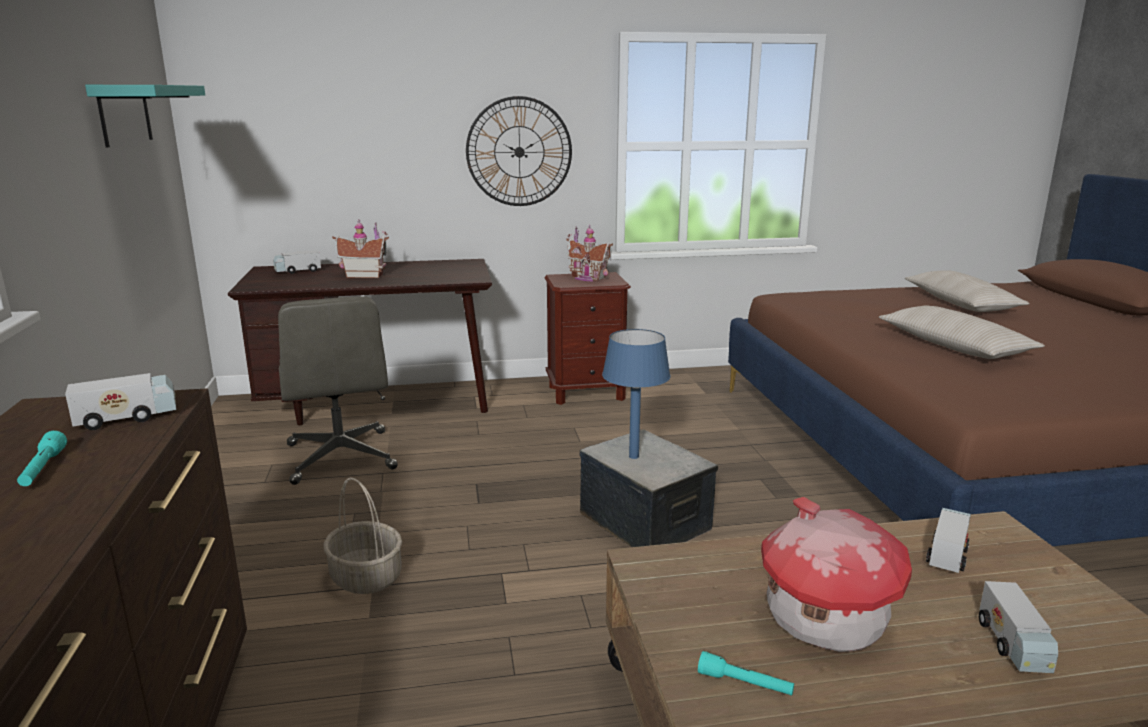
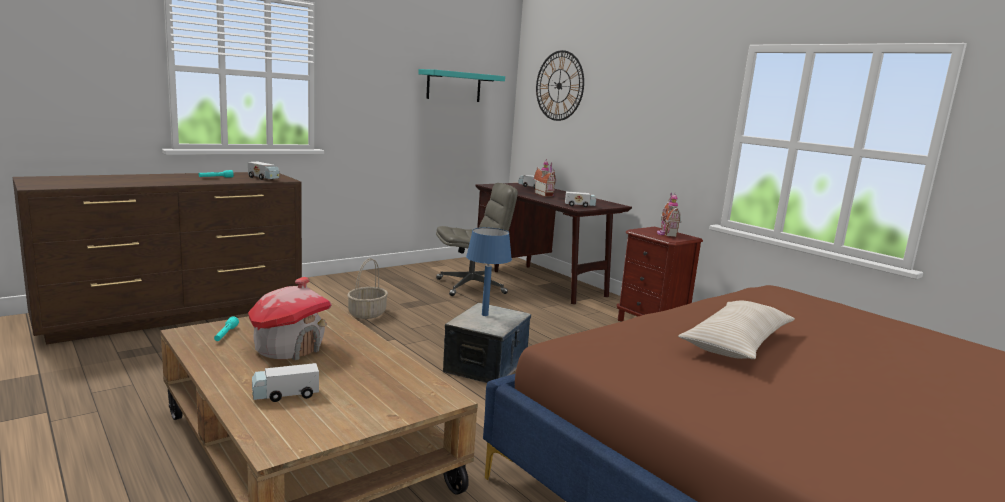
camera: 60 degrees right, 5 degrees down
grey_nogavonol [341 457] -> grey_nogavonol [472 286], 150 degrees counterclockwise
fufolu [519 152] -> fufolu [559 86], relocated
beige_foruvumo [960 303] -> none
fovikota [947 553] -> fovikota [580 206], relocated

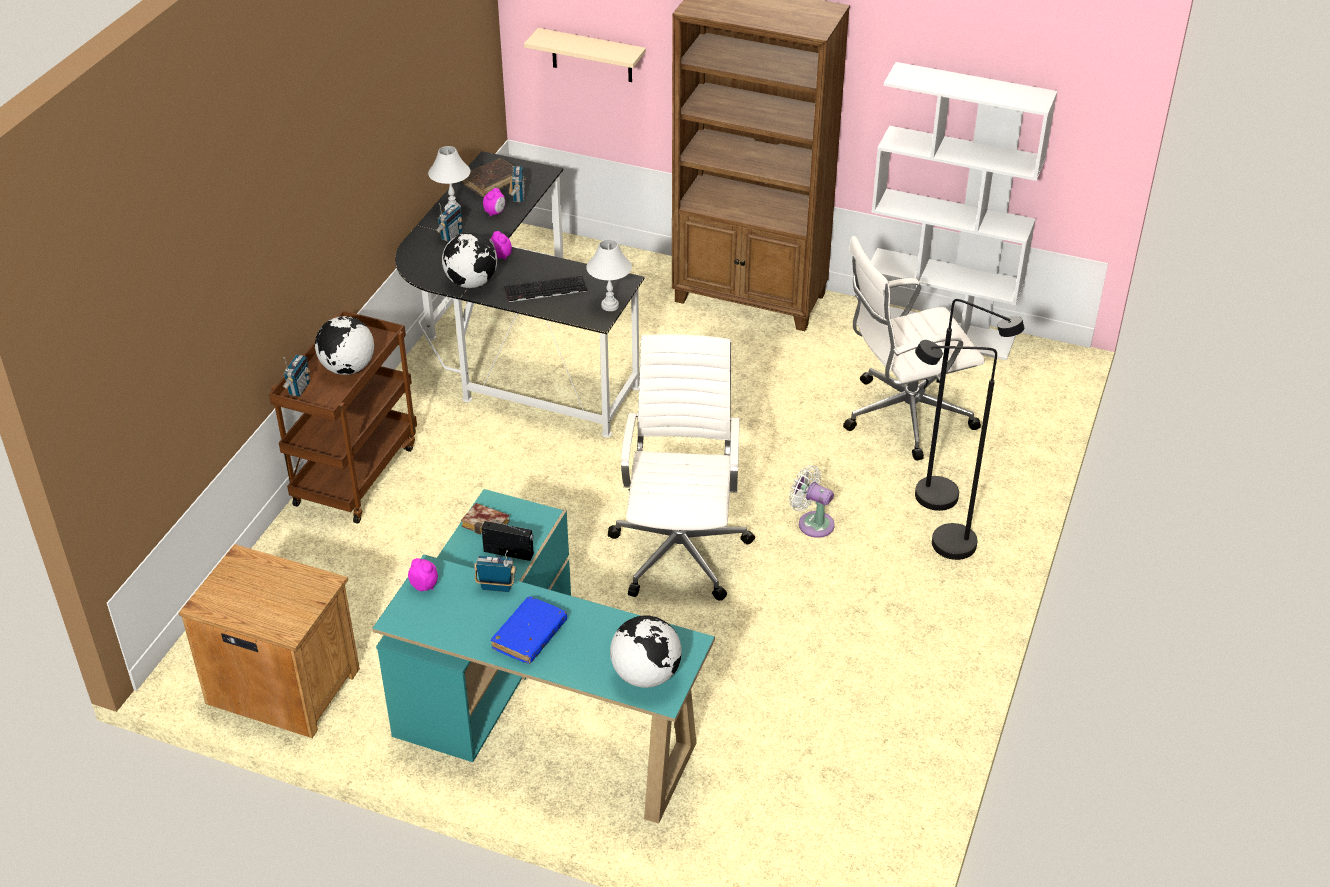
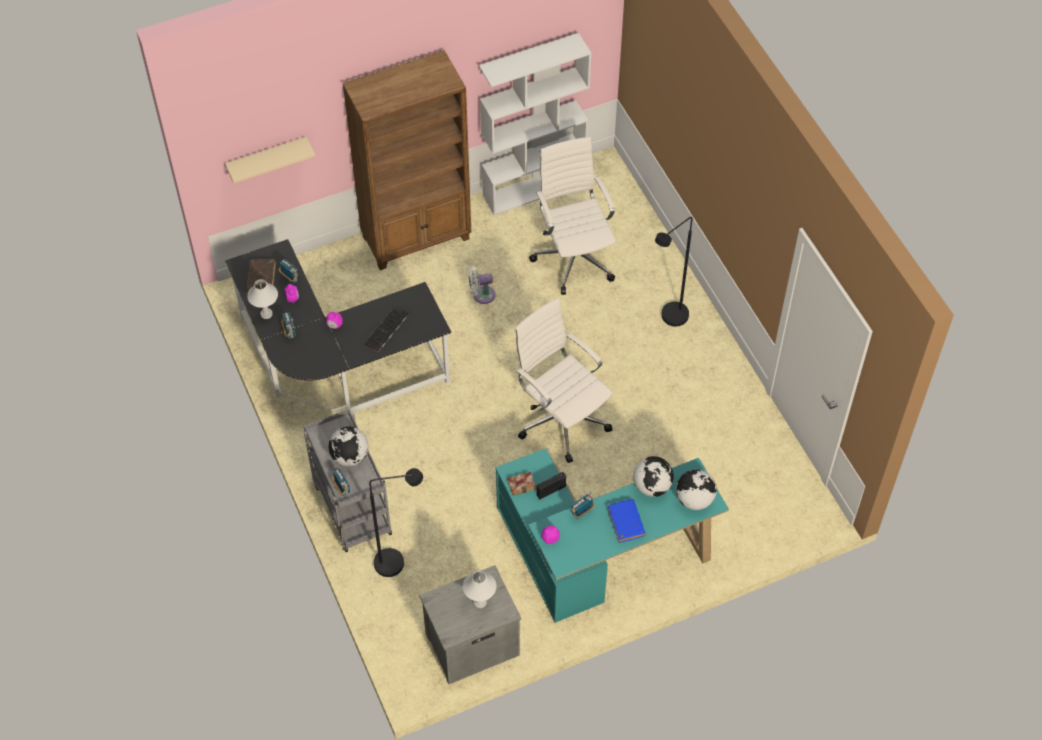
camera: 45 degrees left, 15 degrees up
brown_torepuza [282 684] -> grey_torepuza [470 643]
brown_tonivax [355 473] -> grey_tonivax [351 508]
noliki [472 283] -> noliki [652 486], relocated
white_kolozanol [610 305] -> white_kolozanol [480 602], relocated
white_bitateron [812 523] -> white_bitateron [481 295], relocated
white_nogavonol [903 416] -> white_nogavonol [574 257], 135 degrees clockwise
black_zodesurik [947 501] -> black_zodesurik [397 562], relocated

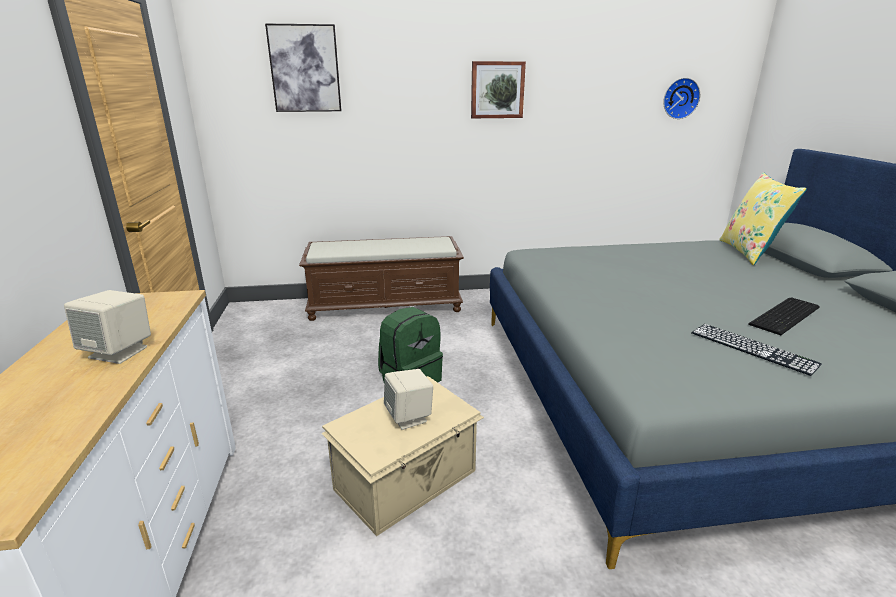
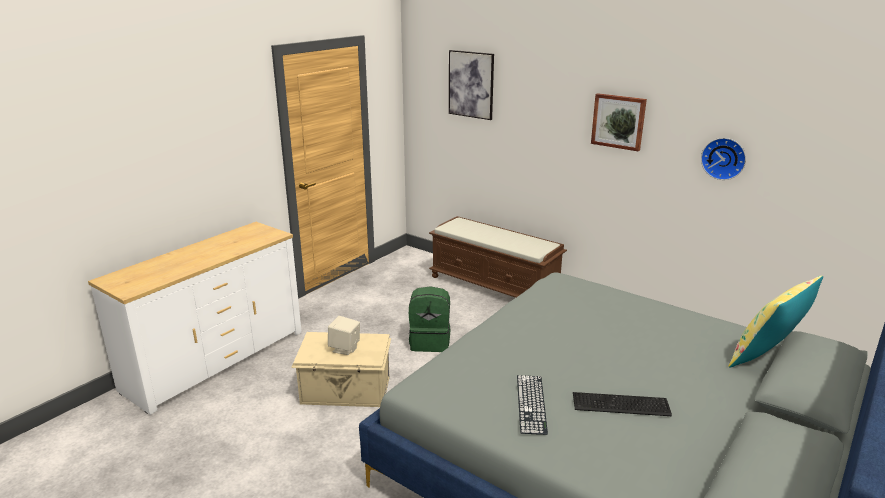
camera: 45 degrees right, 0 degrees up
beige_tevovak [119 352] -> none
fufolu [680 98] -> fufolu [724 158], relocated

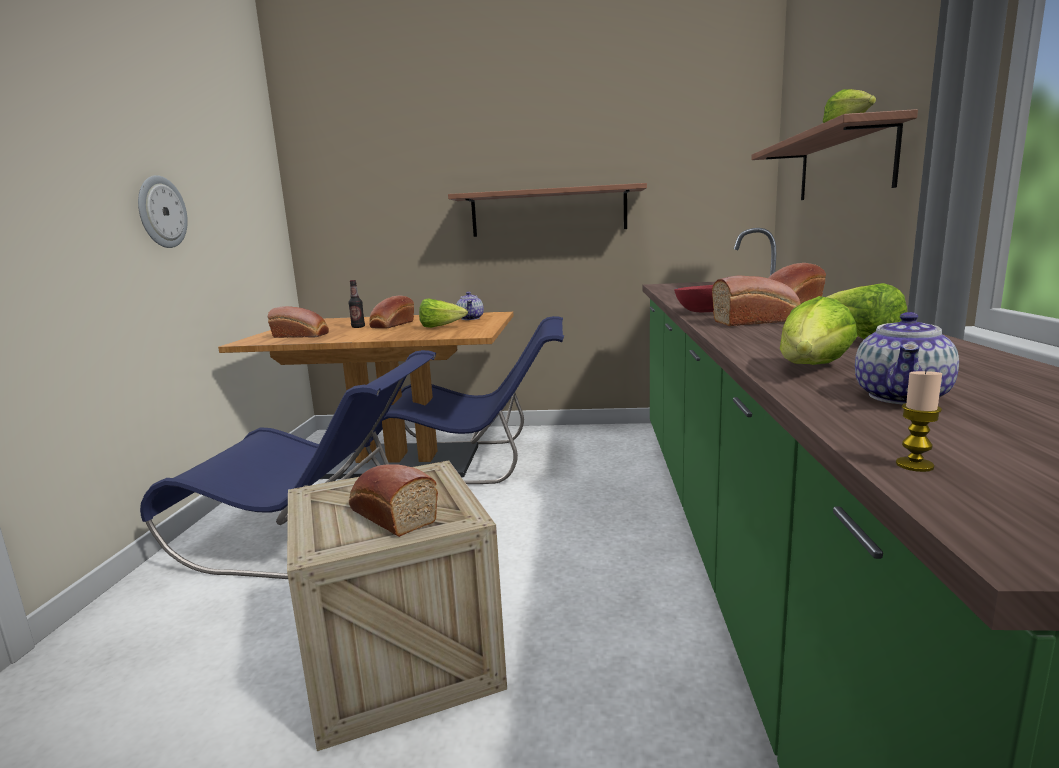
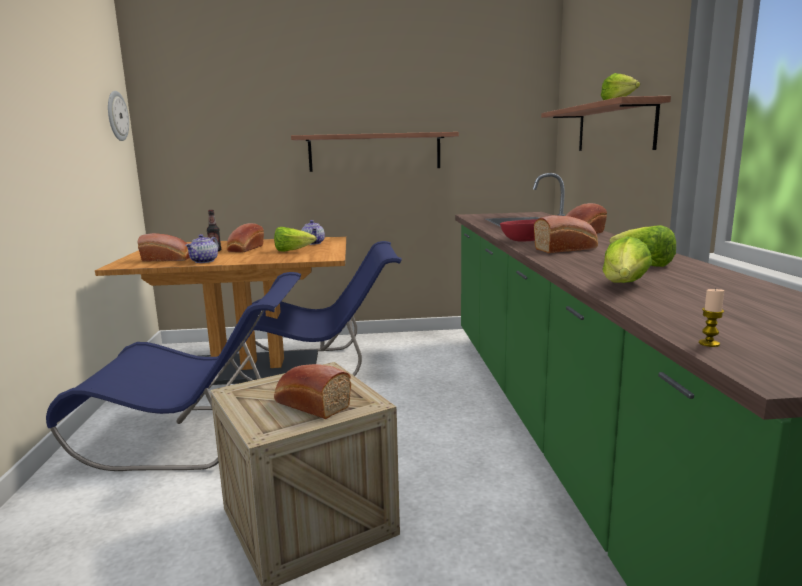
camera: 10 degrees left, 0 degrees up
fufolu [161 212] -> fufolu [116 116], relocated
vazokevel [903 397] -> vazokevel [204 261], relocated

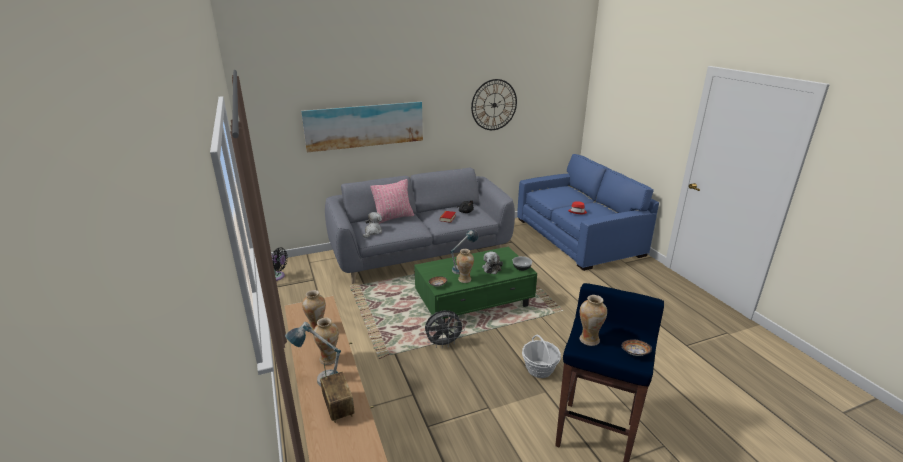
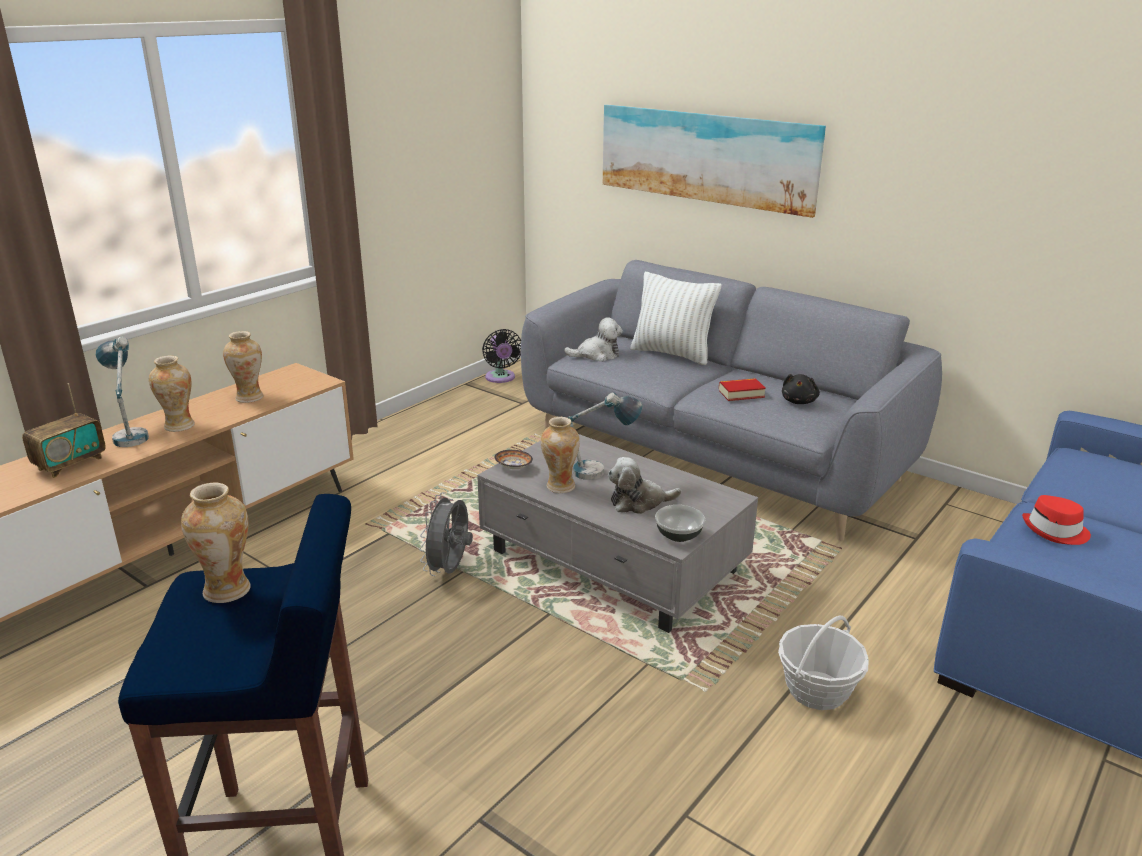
camera: 60 degrees right, 0 degrees up
pink_foruvumo [393 218] -> white_foruvumo [672 354]
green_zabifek [475 302] -> grey_zabifek [614 563]
grey_bitateron [443 344] -> grey_bitateron [450 570], 60 degrees clockwise
fufolu [494 105] -> none
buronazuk [539 369] -> buronazuk [817 690], relocated
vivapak [636 353] -> none

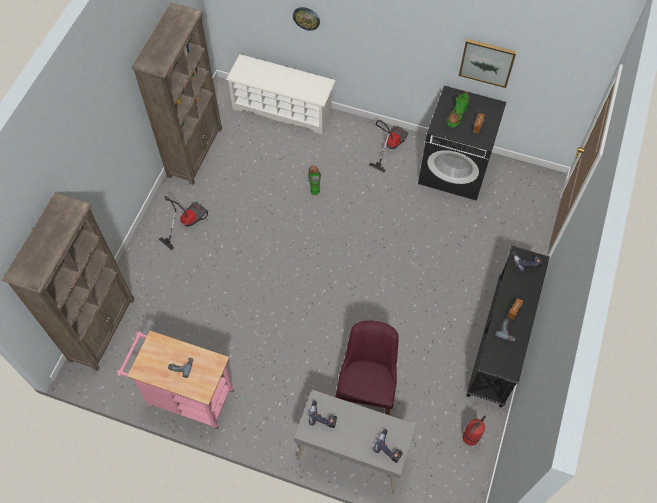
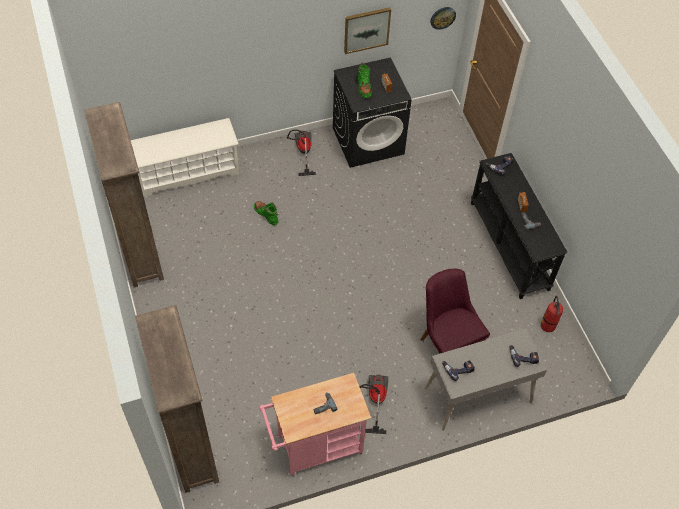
camera: 40 degrees left, 5 degrees down
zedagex [186 222] -> zedagex [374 400], relocated
fufolu [306 18] -> fufolu [442 17], relocated

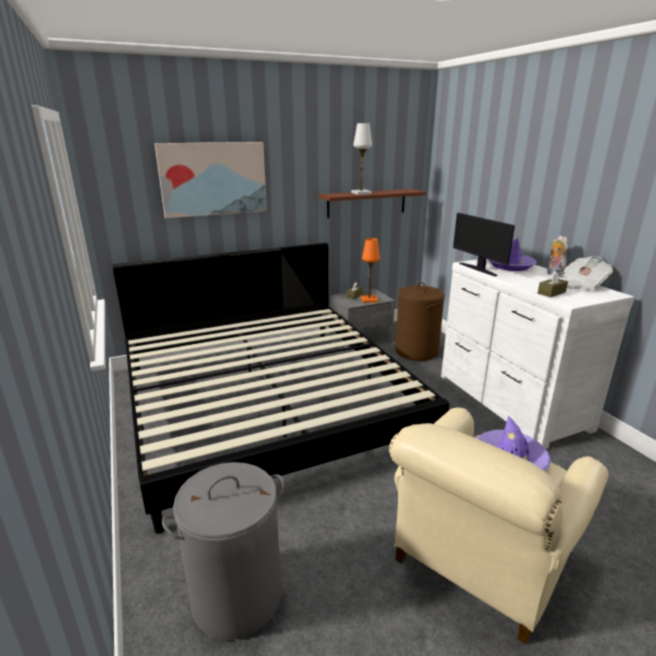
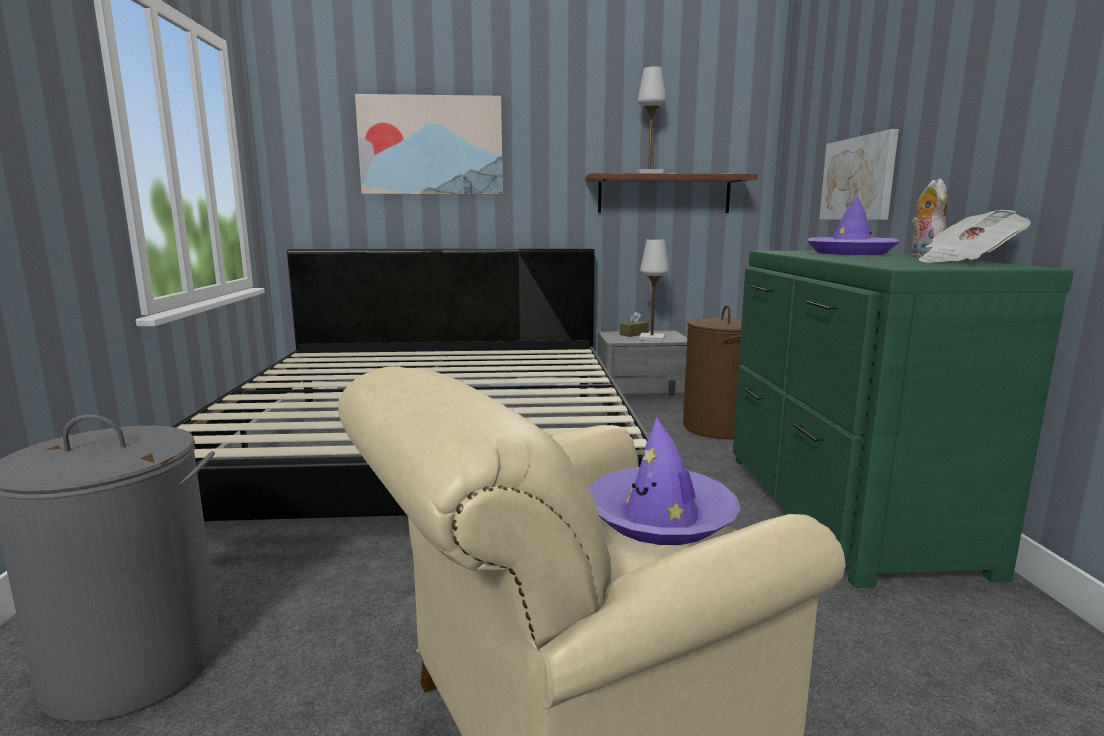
camera: 20 degrees right, 10 degrees down
orange_kolozanol [369 300] -> white_kolozanol [651 339]
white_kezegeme [509 402] -> green_kezegeme [841 509]
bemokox [478 269] -> none
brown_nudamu [551 293] -> none
none -> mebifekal [858 179]

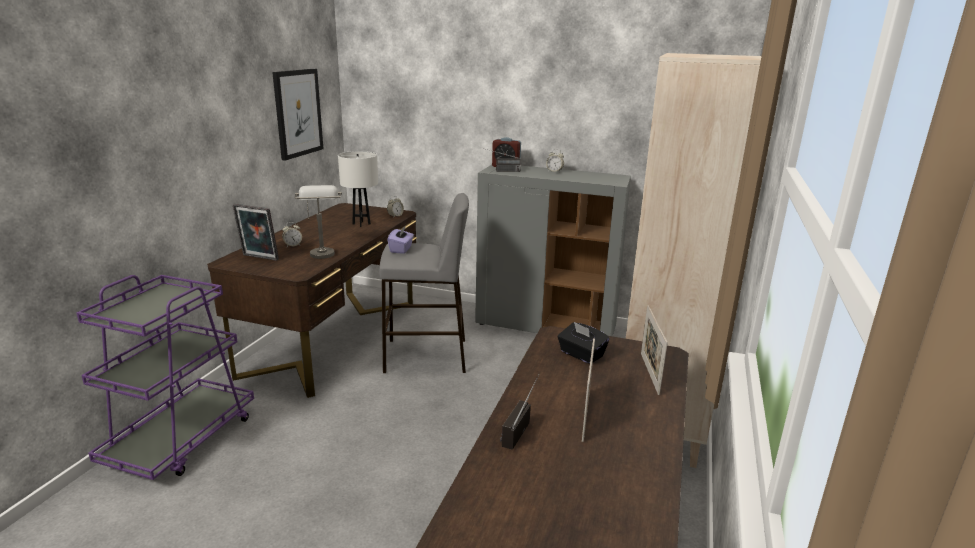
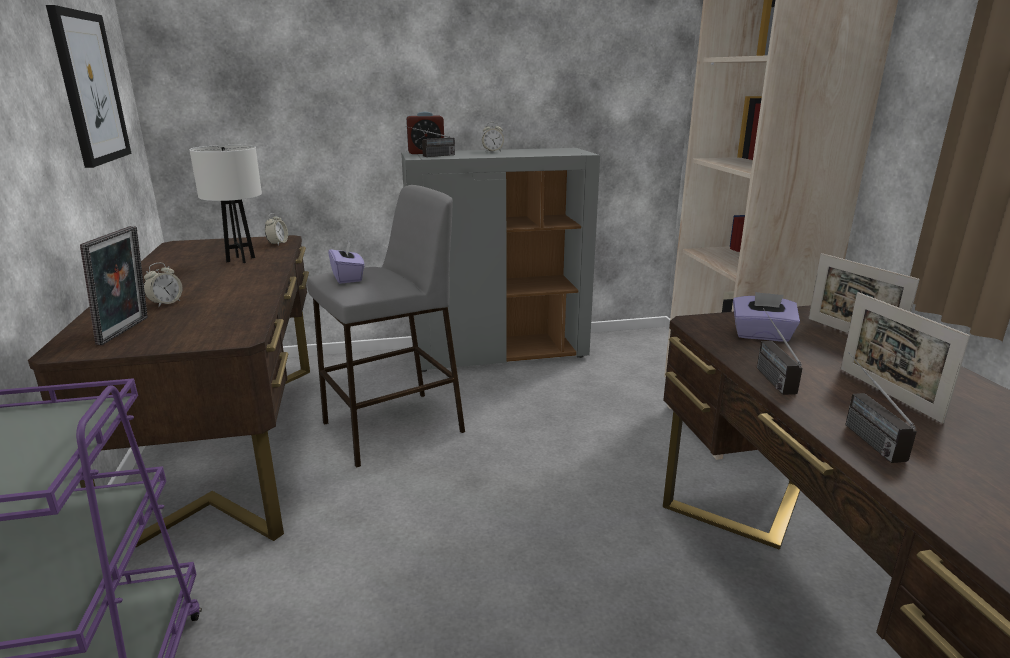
camera: 30 degrees left, 0 degrees up
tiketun [259 258] -> tiketun [127 330], 75 degrees counterclockwise
grey_kolozanol [322 251] -> none
black_nudamu [581 354] -> purple_nudamu [761 335]
none -> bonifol [767 373]

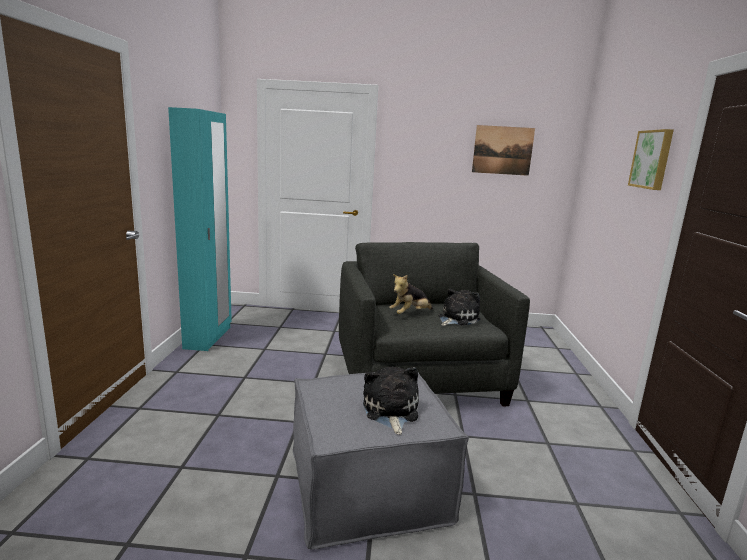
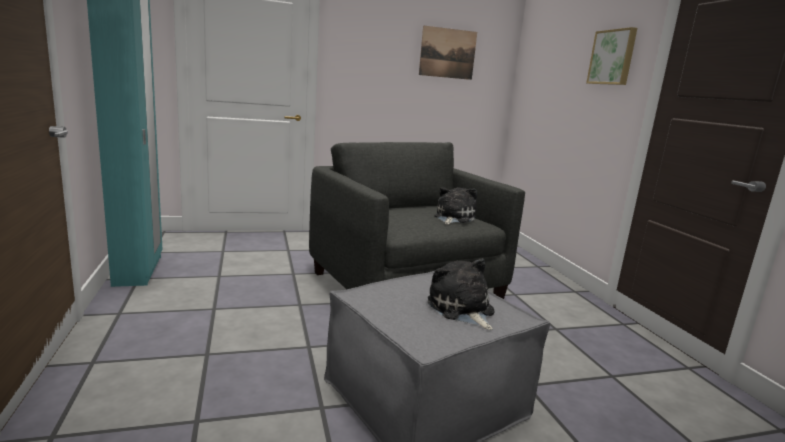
camera: 20 degrees left, 0 degrees up
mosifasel [410 314] -> none

